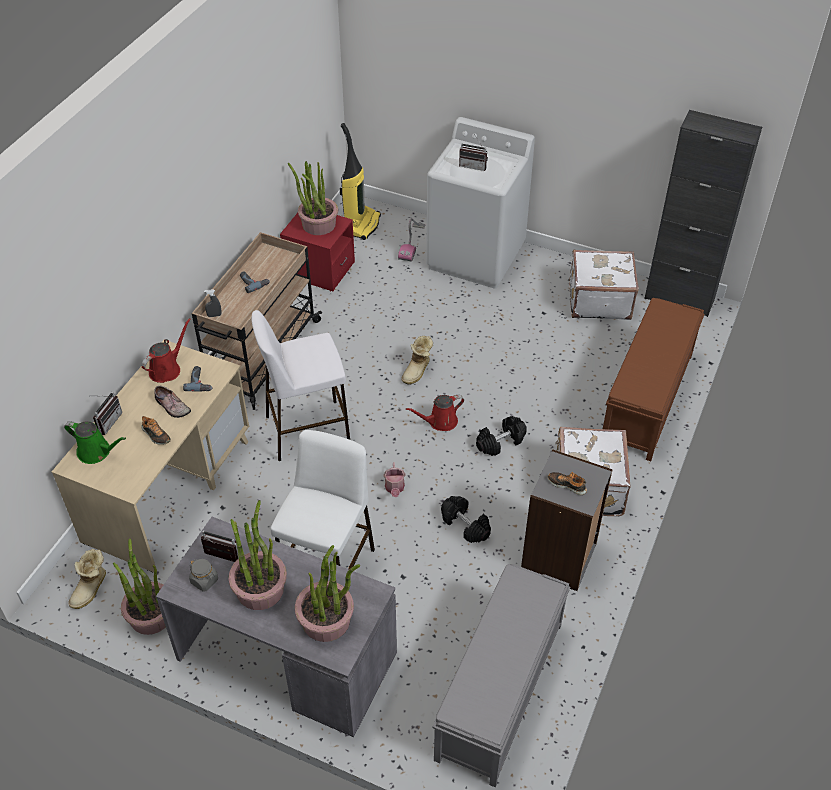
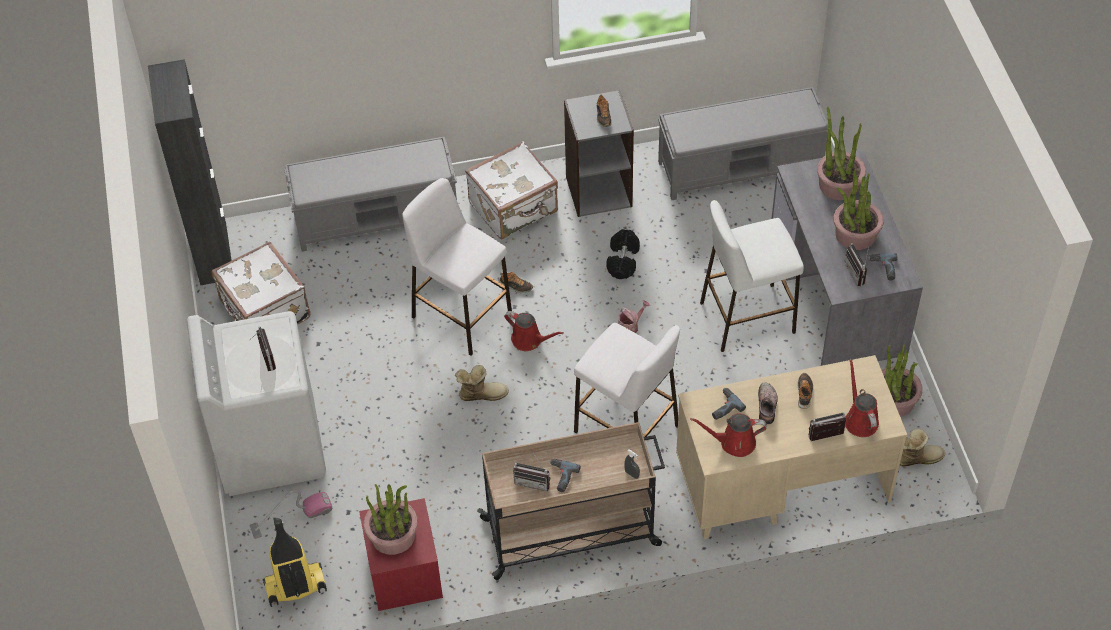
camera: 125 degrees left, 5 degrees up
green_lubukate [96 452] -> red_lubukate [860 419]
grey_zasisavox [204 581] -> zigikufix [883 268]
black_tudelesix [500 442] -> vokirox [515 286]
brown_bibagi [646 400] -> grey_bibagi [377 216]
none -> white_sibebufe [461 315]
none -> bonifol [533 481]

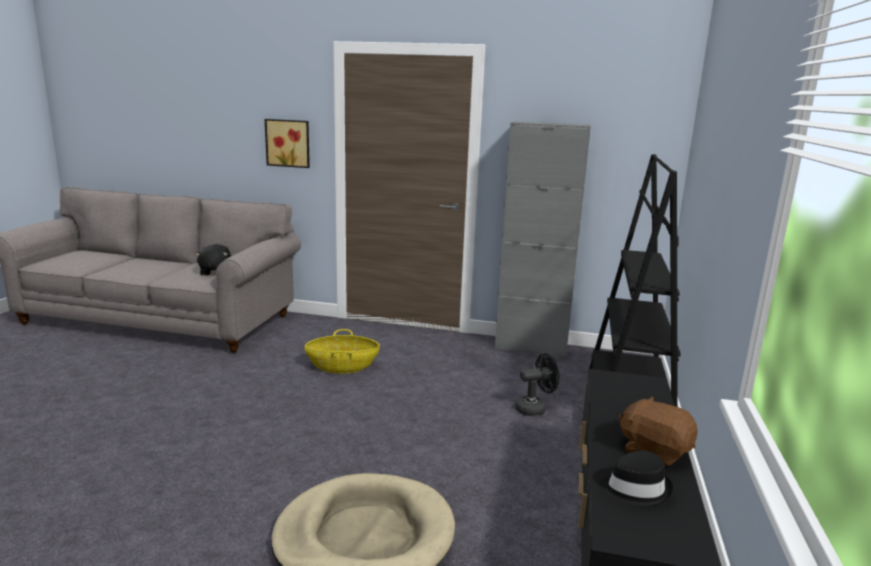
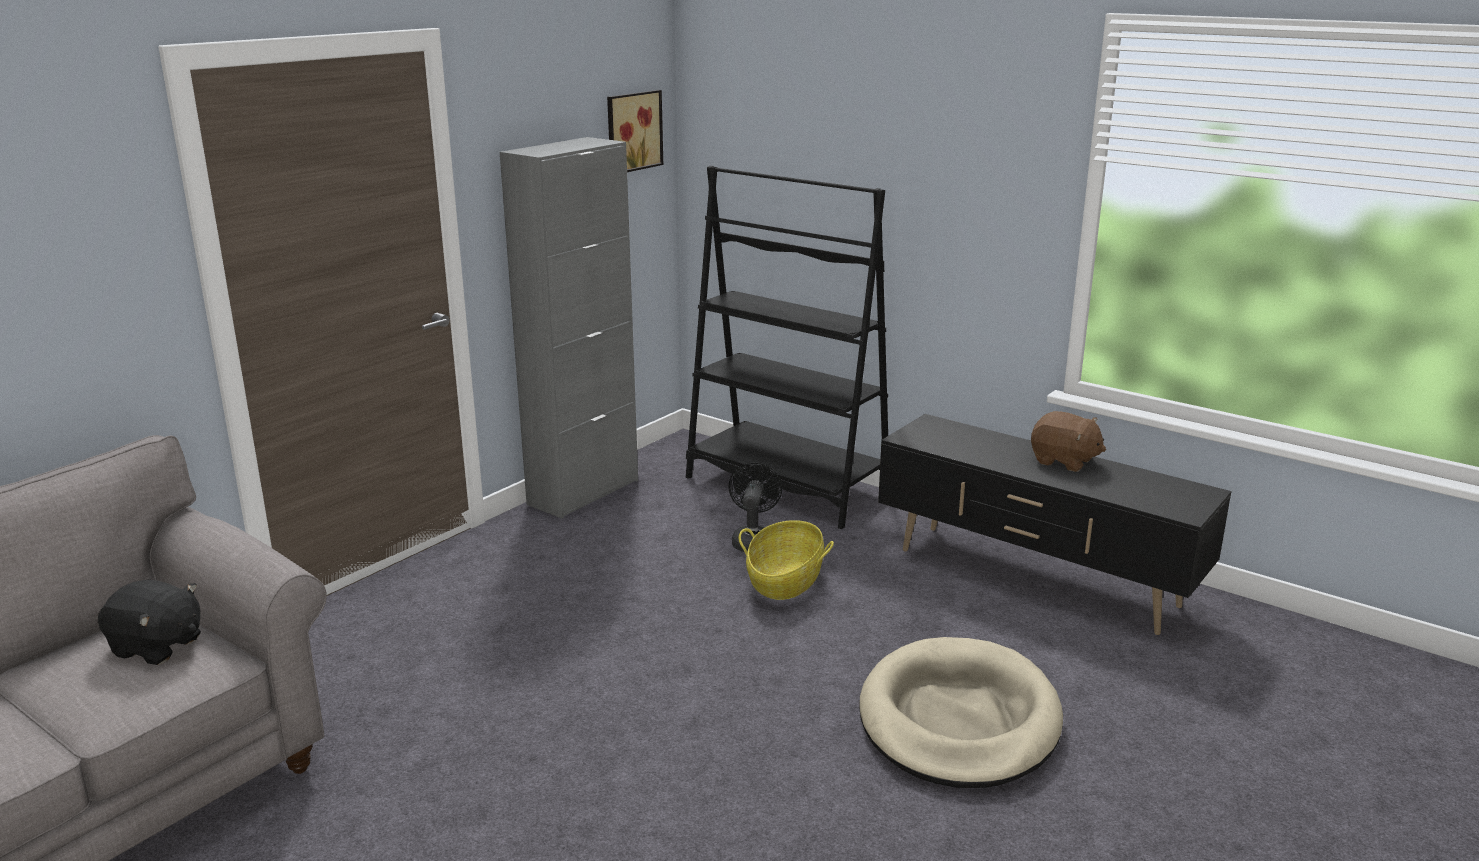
camera: 65 degrees left, 5 degrees up
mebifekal [288 143] -> mebifekal [632 131], relocated
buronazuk [342 366] -> buronazuk [785 581], relocated
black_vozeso [634 489] -> none
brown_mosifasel [654 451] -> brown_mosifasel [1064 461], 120 degrees counterclockwise

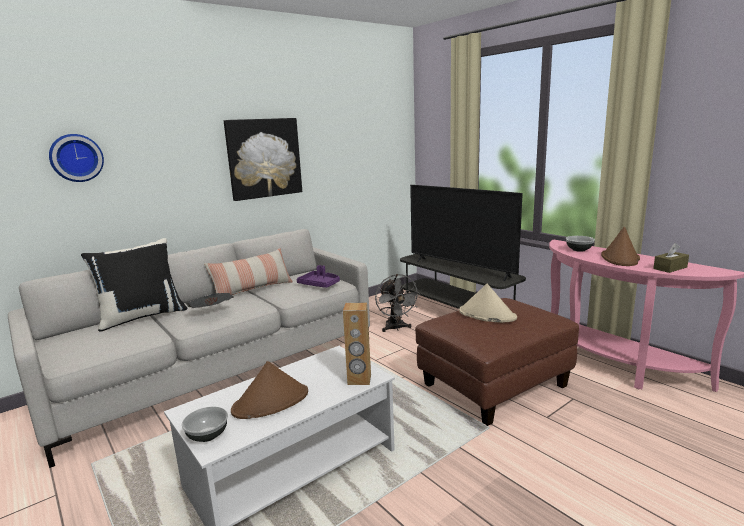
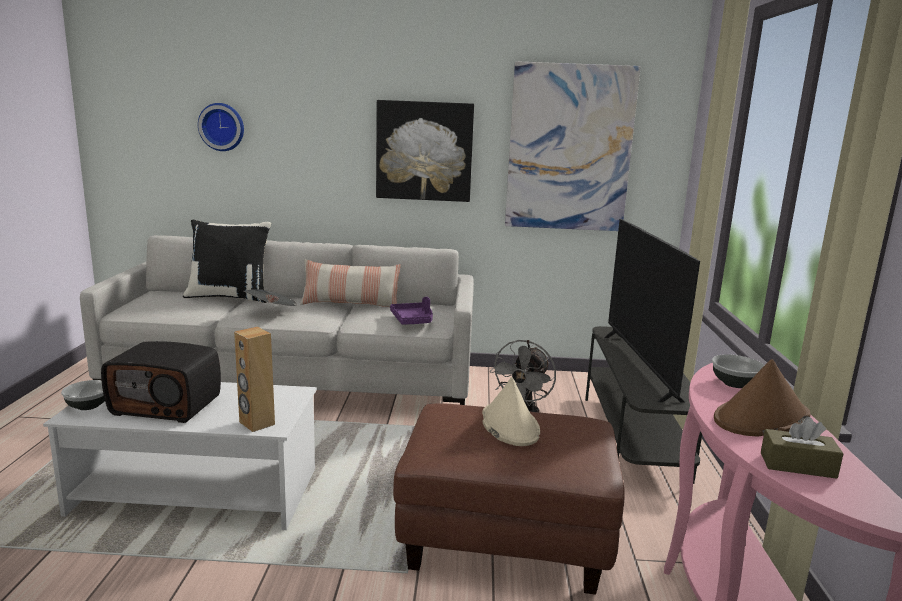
camera: 40 degrees right, 0 degrees up
brown_vozeso [271 402] -> bonifol [167 405]
none -> mebifekal [569 148]

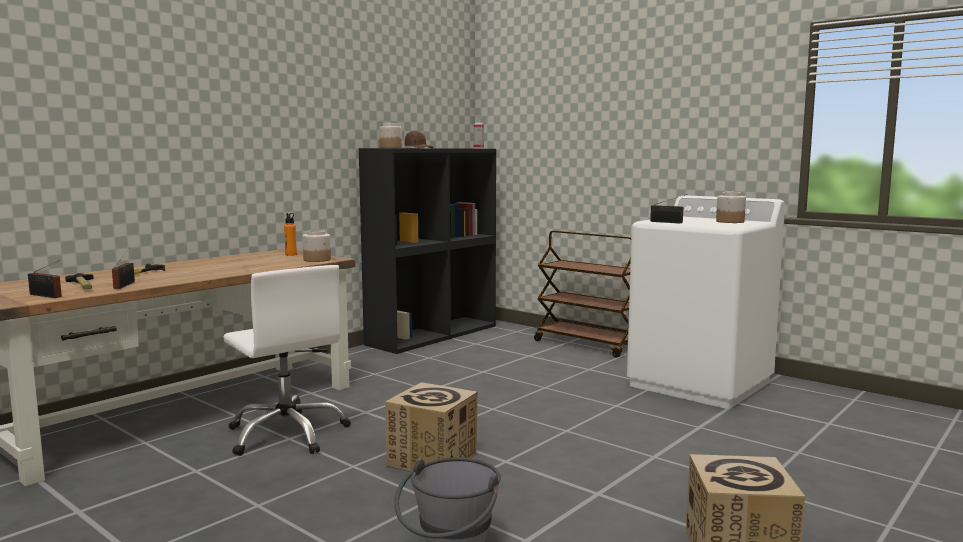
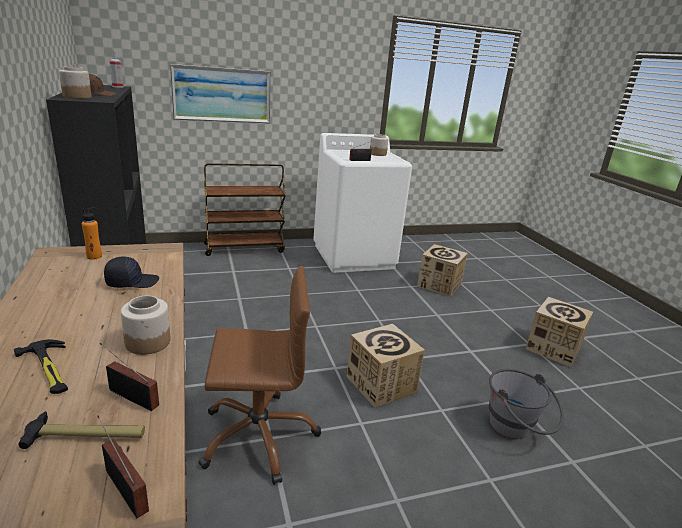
camera: 60 degrees left, 15 degrees up
bonifol [46 296] -> bonifol [125 487], 105 degrees counterclockwise
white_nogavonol [287 434] -> brown_nogavonol [258 435]
zasisavox [317 260] -> zasisavox [148 342], relocated
none -> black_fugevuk [132 282]
none -> mebifekal [222 94]
none -> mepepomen [439 285]

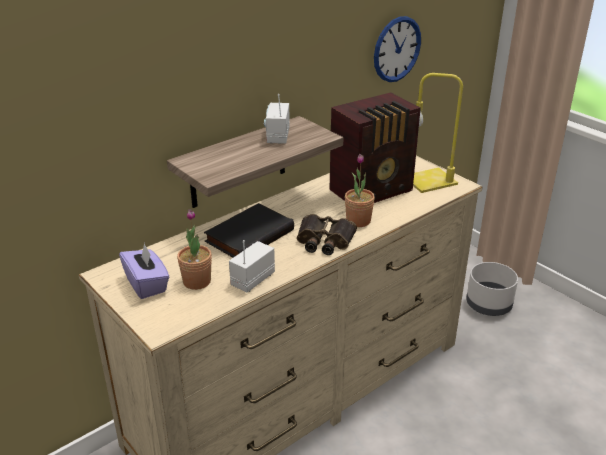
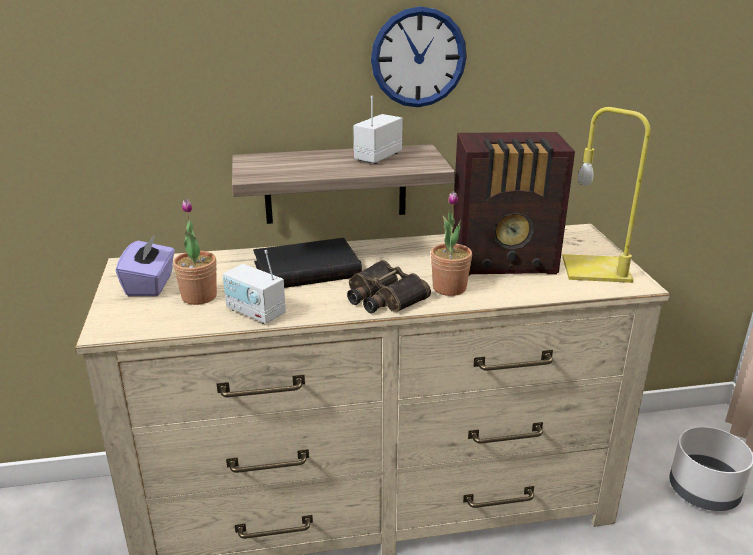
camera: 30 degrees right, 5 degrees down
bonifol [252 280] -> bonifol [255 312], 120 degrees counterclockwise
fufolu [397 49] -> fufolu [418 57], relocated

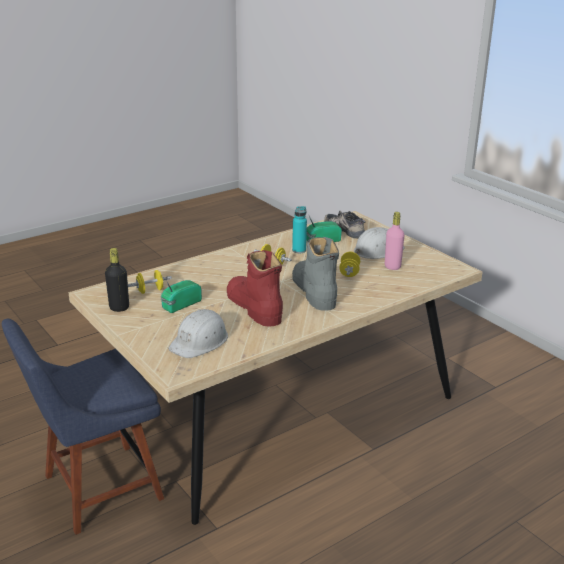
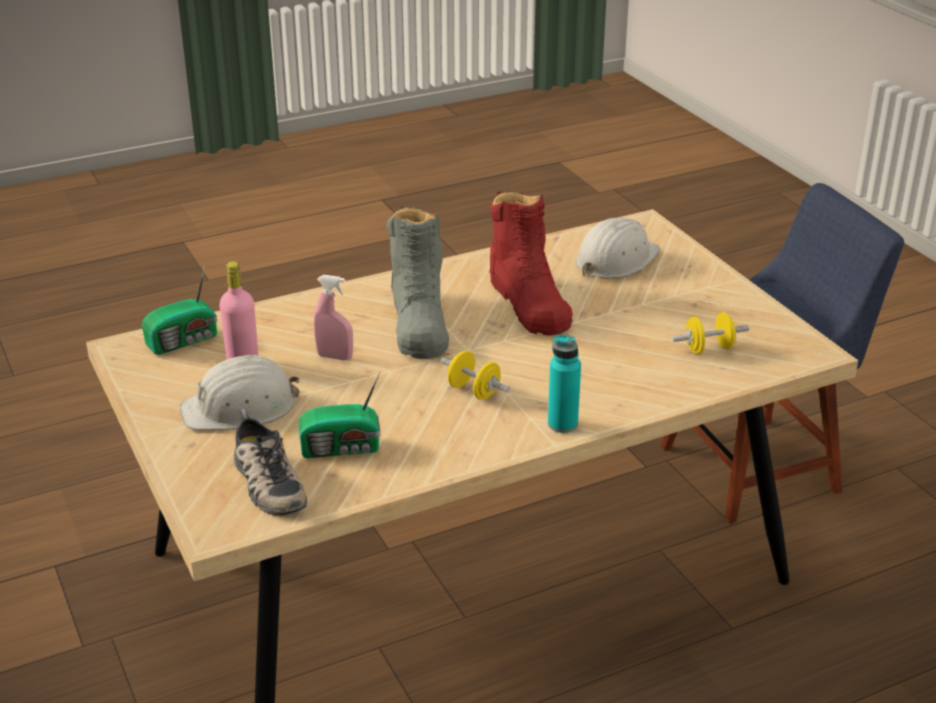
camera: 170 degrees left, 5 degrees up
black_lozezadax [119 308] -> none
bonifol [180 304] -> bonifol [184 341], relocated
turquoise_lozezadax [299 250] -> turquoise_lozezadax [562 424], relocated
yellow_tudelesix [349 273] -> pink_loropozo [334 357]

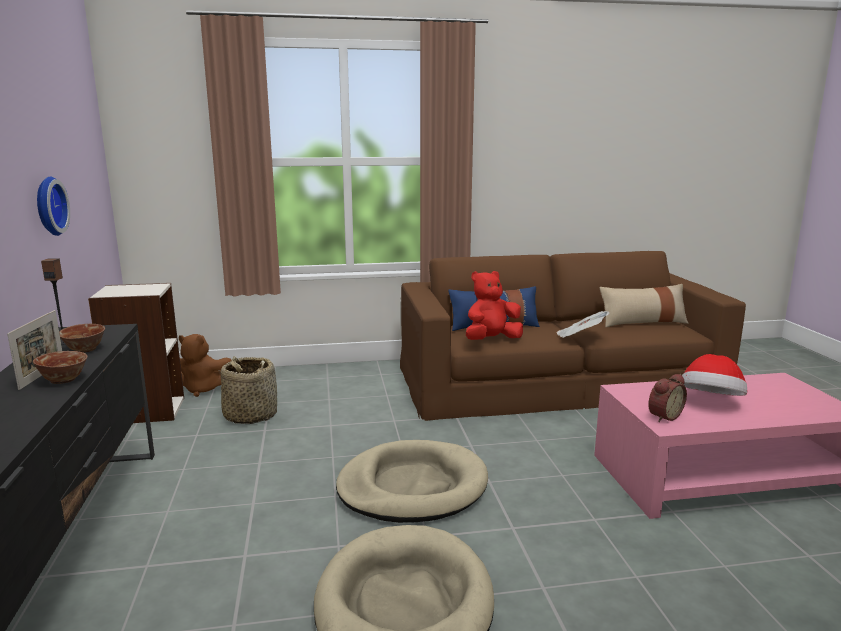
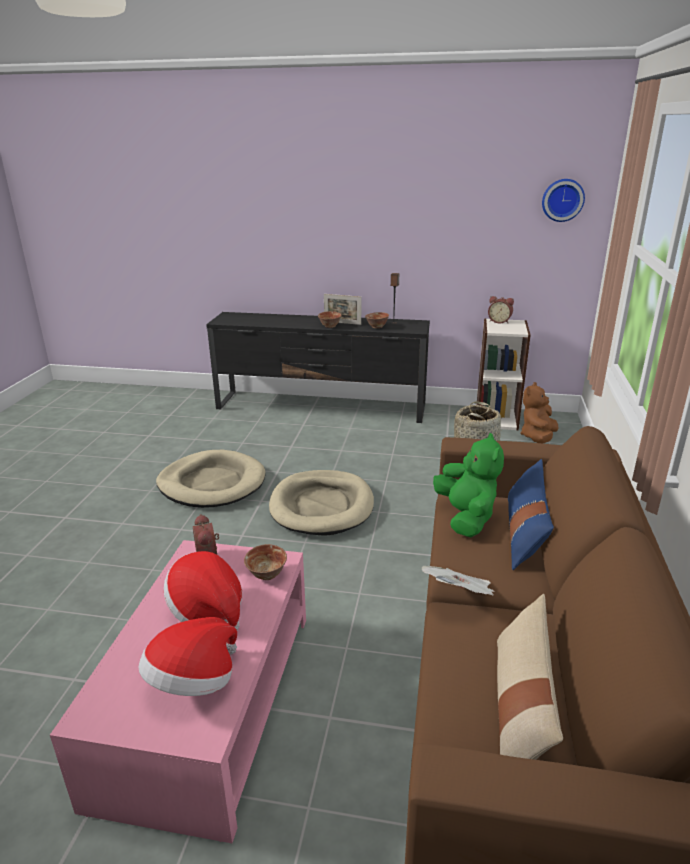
camera: 110 degrees right, 10 degrees up
fufolu [47 206] -> fufolu [562 200], relocated
red_mosifasel [491 340] -> green_mosifasel [466 517]
none -> vozeso [193 682]
none -> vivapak [267 574]
none -> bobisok [499 321]

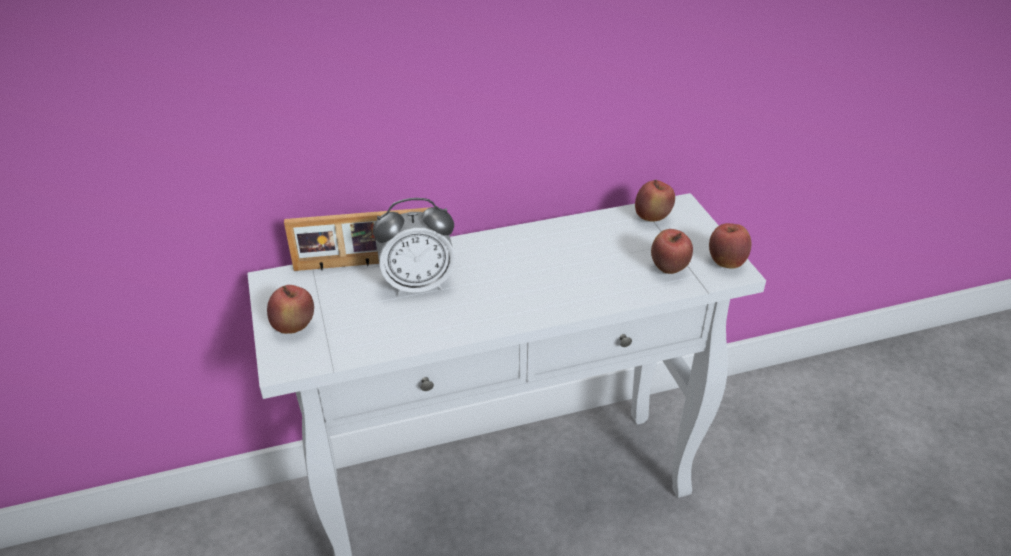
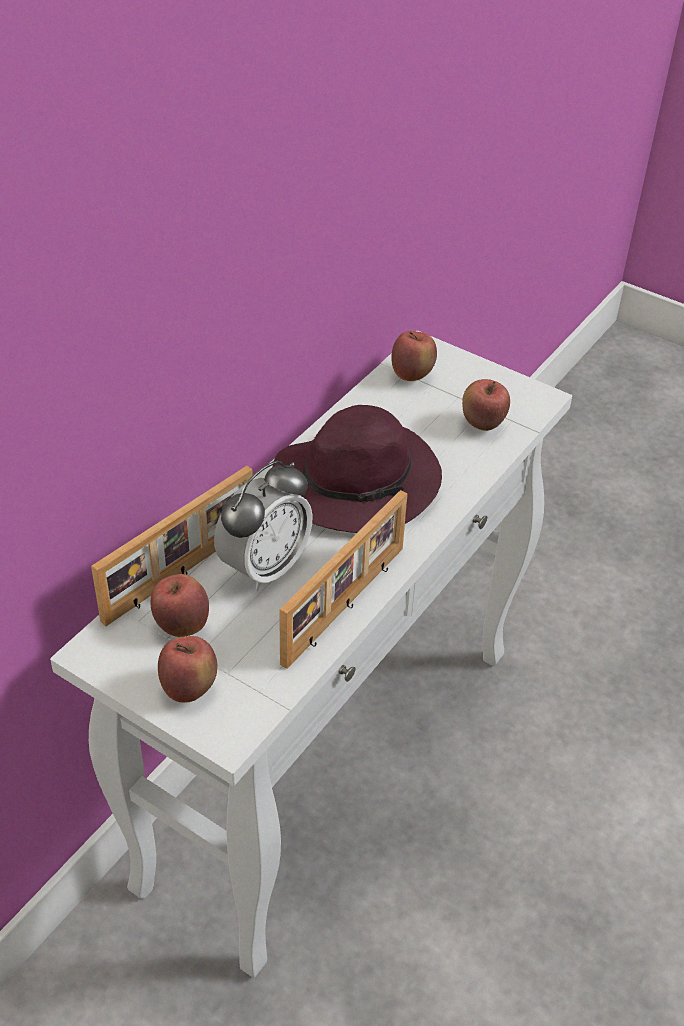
camera: 40 degrees left, 5 degrees up
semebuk [726 262] -> semebuk [181 625], relocated
none -> purple_vozeso [359 481]
none -> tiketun [346 605]

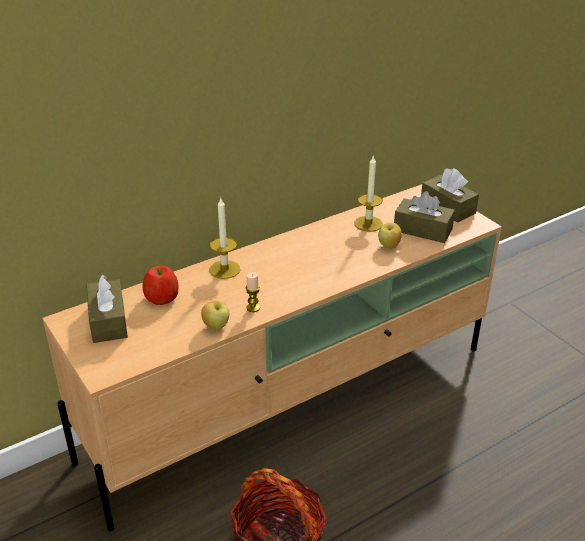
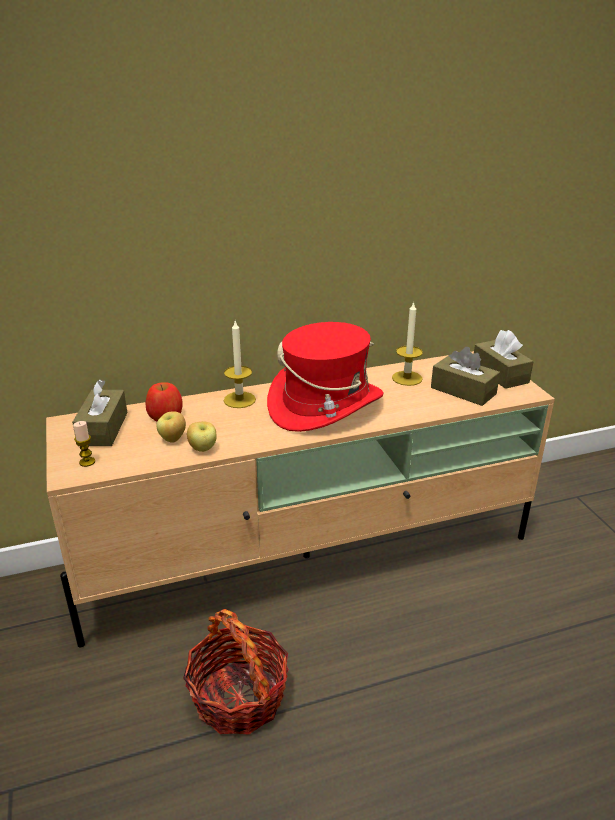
camera: 15 degrees right, 5 degrees down
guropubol [253 308] -> guropubol [87 462], relocated
semebuk [389 246] -> semebuk [173 439], relocated
none -> red_vozeso [325 405]

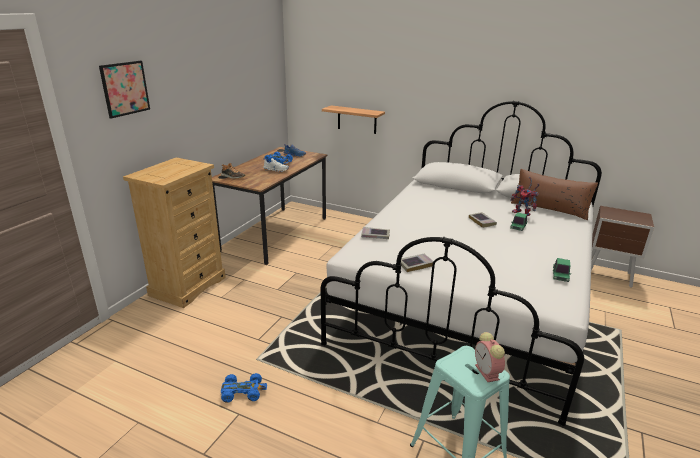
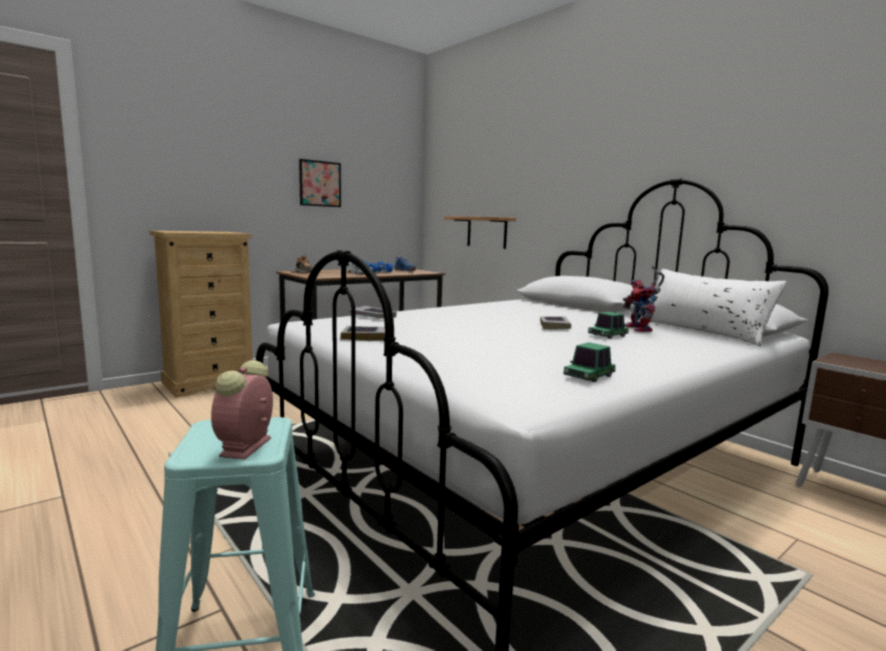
camera: 25 degrees right, 15 degrees down
mebifekal [125 88] -> mebifekal [320 183], relocated
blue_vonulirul [243 391] -> none
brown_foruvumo [549 208] -> white_foruvumo [702 331]

